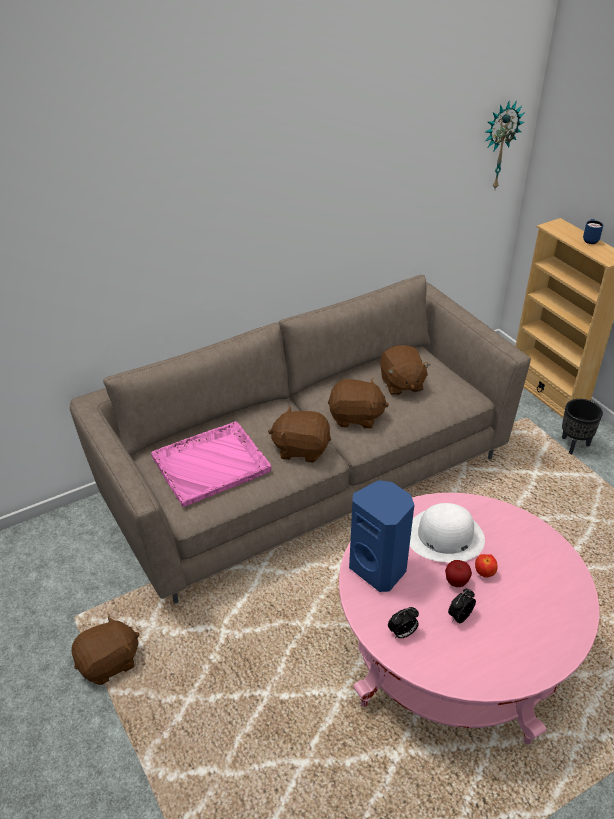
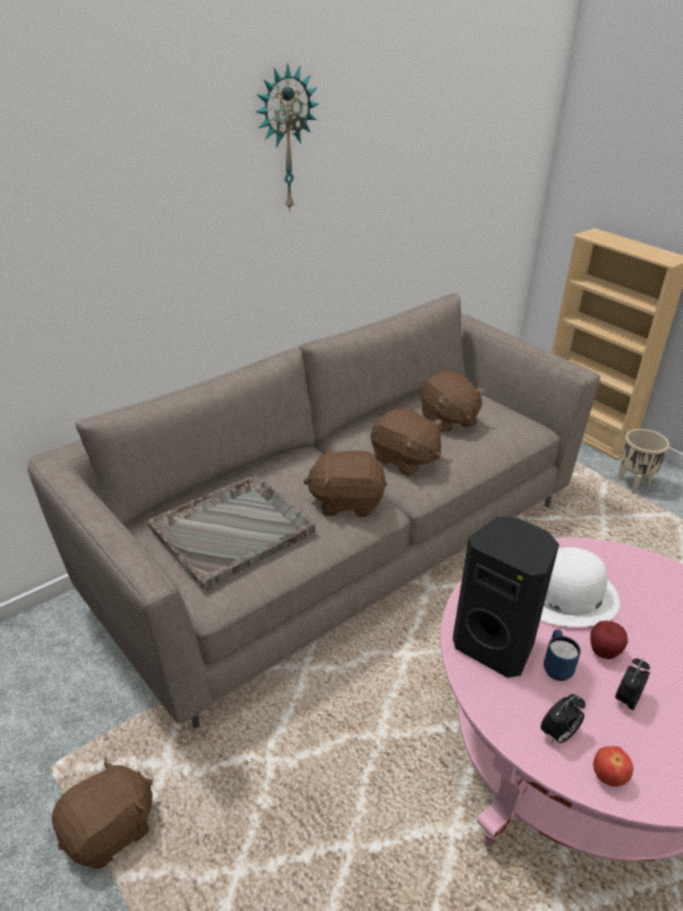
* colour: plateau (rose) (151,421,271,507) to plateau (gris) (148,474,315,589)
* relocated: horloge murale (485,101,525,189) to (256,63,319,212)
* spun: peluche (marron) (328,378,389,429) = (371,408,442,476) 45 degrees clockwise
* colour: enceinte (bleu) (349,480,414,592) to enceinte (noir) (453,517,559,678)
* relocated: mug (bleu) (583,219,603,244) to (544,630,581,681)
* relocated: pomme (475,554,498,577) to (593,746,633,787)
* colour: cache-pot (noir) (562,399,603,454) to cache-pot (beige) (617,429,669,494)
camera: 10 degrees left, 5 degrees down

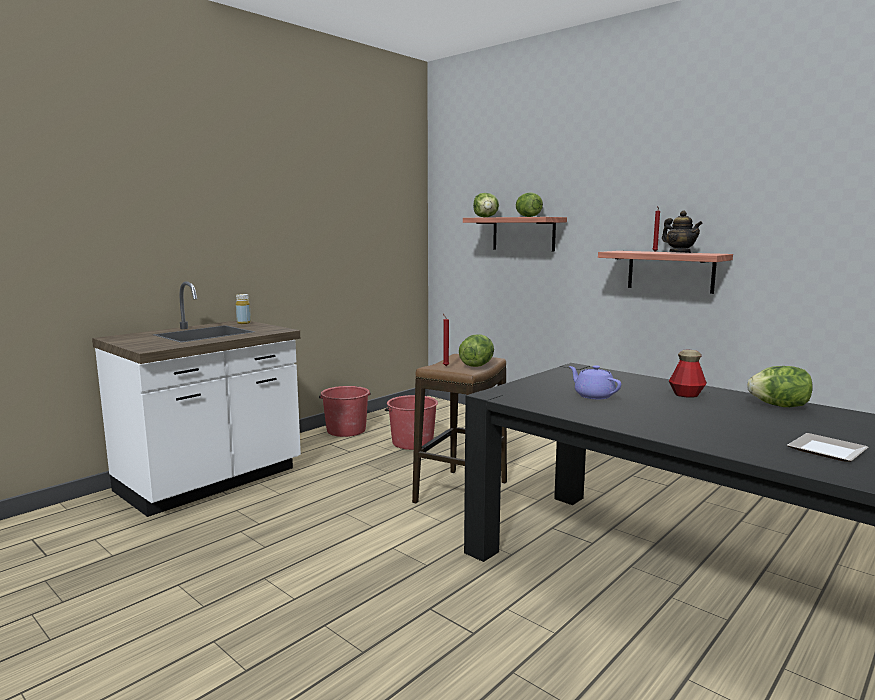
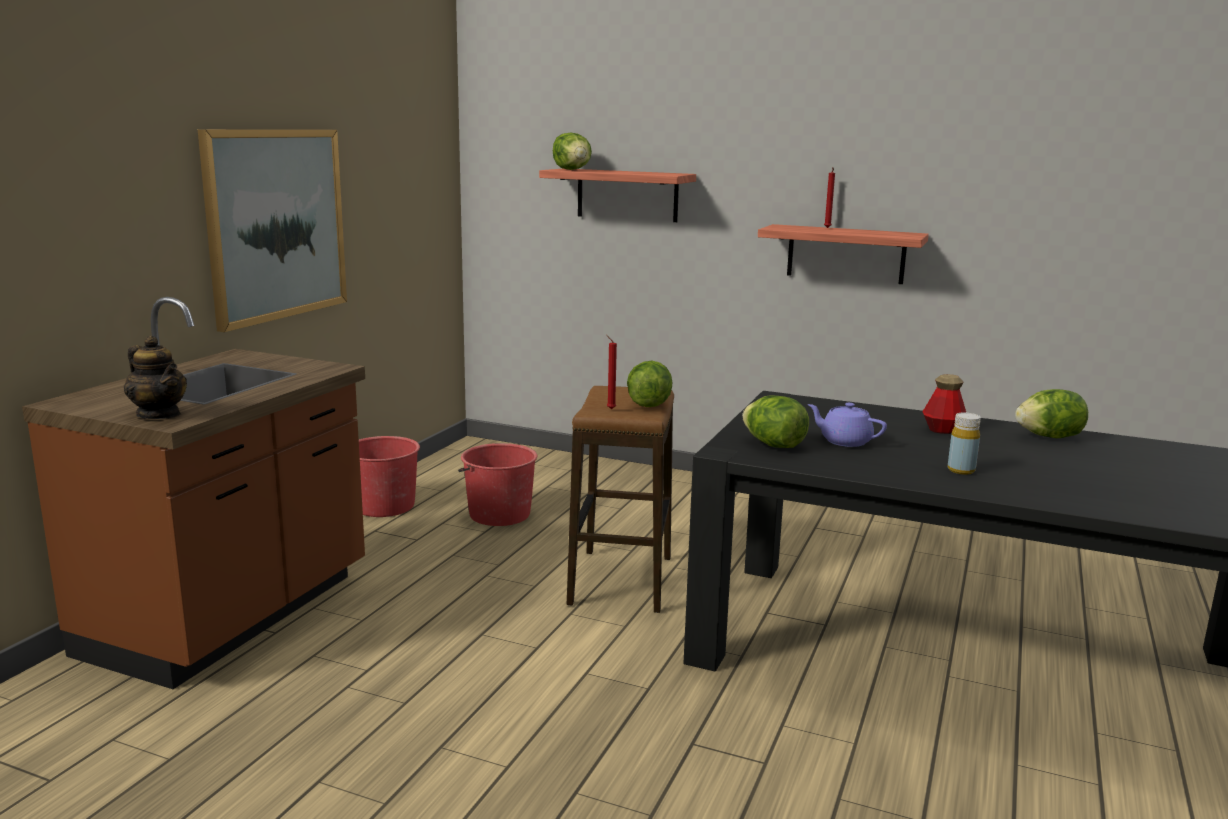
* colour: comptoir de cuisine (blanc) (92,281,301,517) to comptoir de cuisine (marron) (22,297,365,689)
* relocated: théière (662,211,703,253) to (124,336,187,419)
* appeared: tableau (198,129,347,332)
* relocated: laitue (516,192,543,217) to (742,396,809,448)
* relocated: bouteille (jaune) (236,294,251,324) to (948,412,981,475)
* missing: assiette (787,433,868,462)
camera: 20 degrees left, 5 degrees up

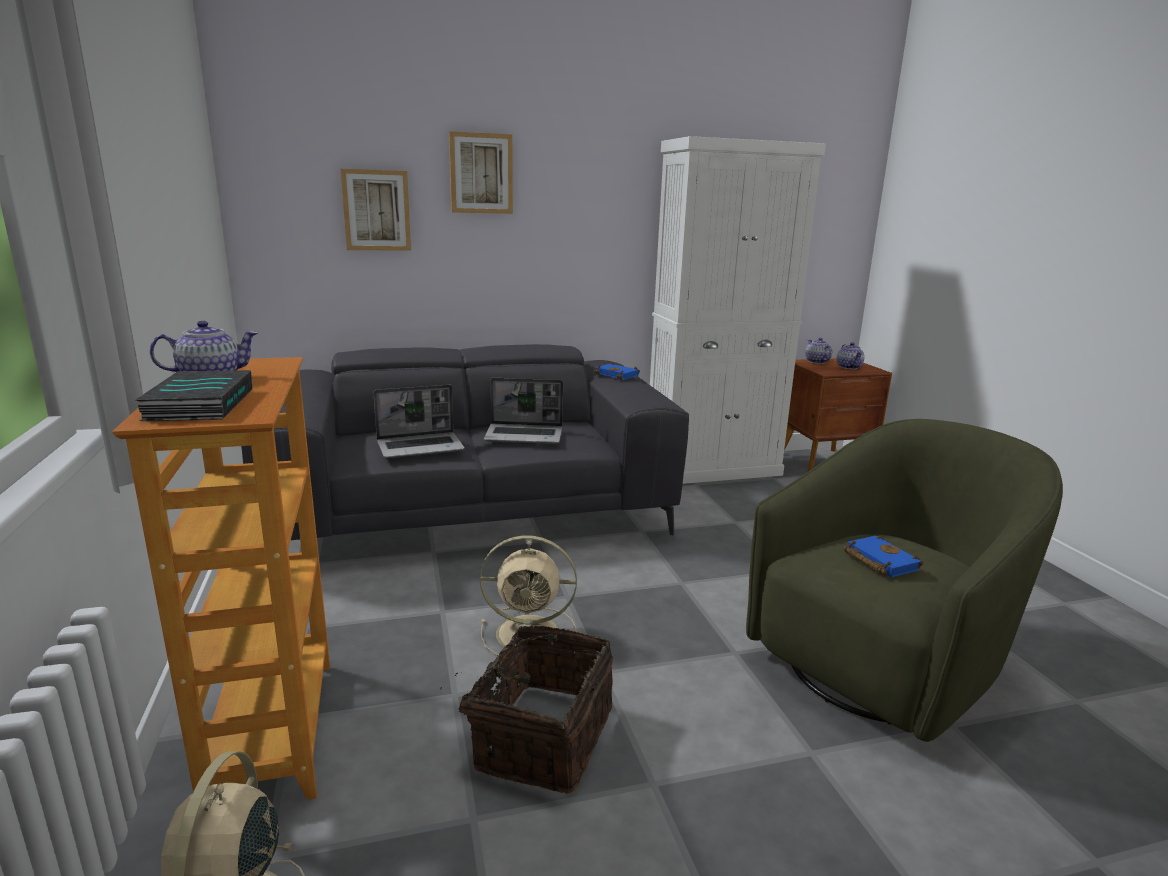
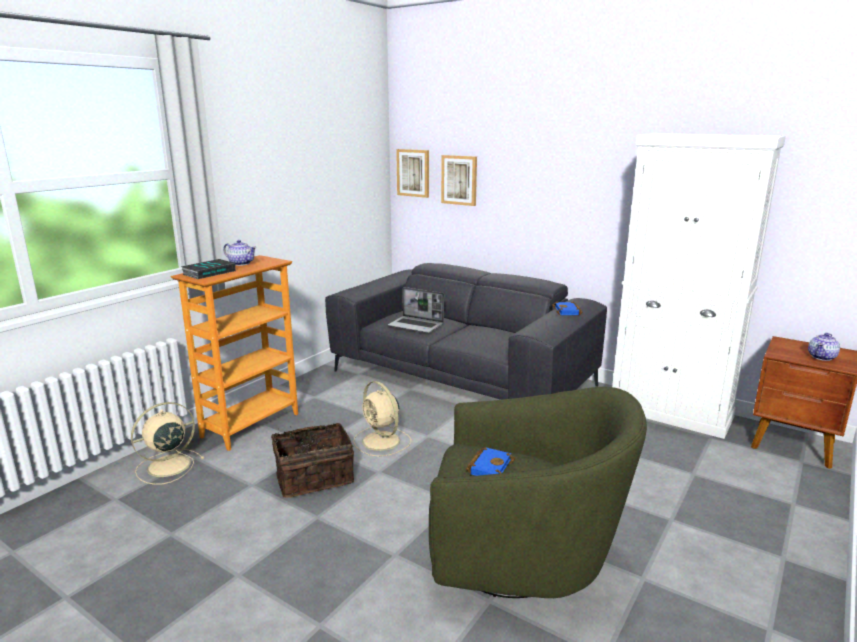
* relocated: tableau (449,131,513,214) to (396,149,429,198)
* missing: ordinateur portable (483,378,563,444)
* missing: théière (805,338,832,364)
camera: 50 degrees right, 0 degrees up

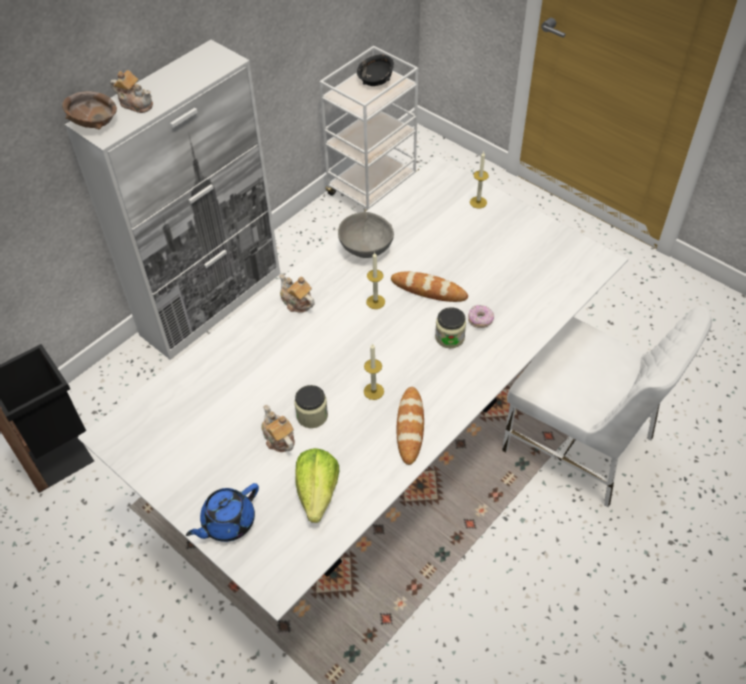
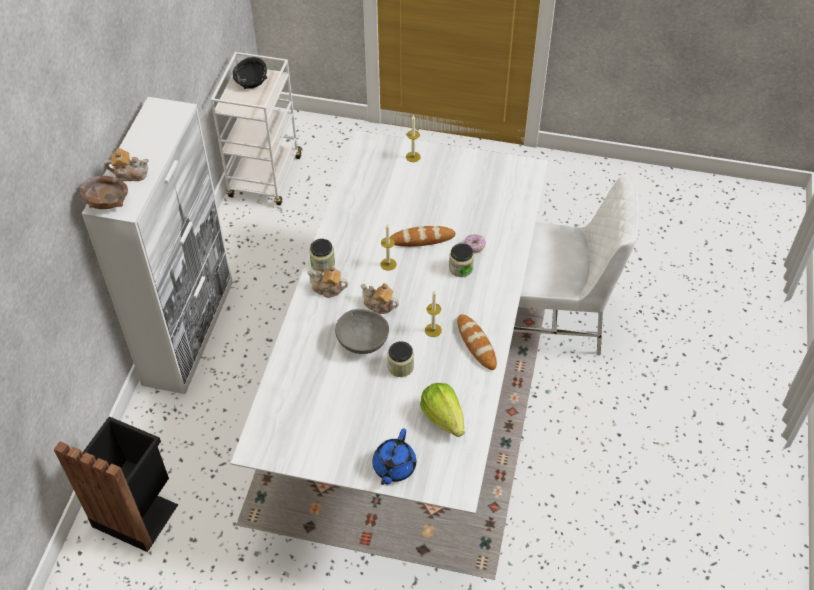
* appeared: bocal (309,239,335,272)
* relocated: bol (gris) (338,212,394,258) to (335,309,389,354)
* relocated: théière (261,404,295,452) to (361,283,399,314)
camera: 30 degrees left, 0 degrees up

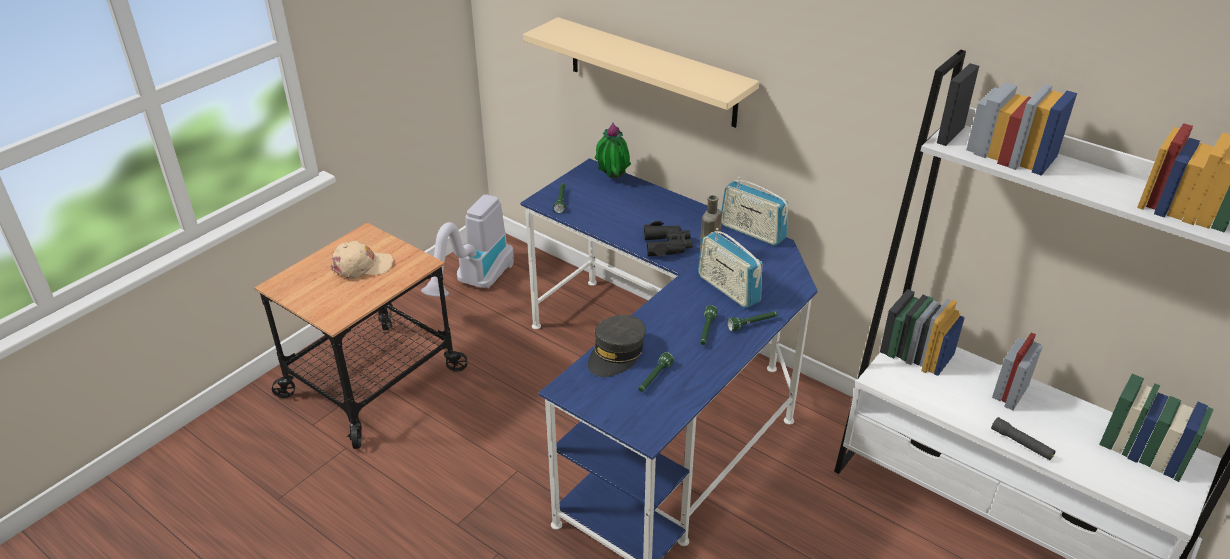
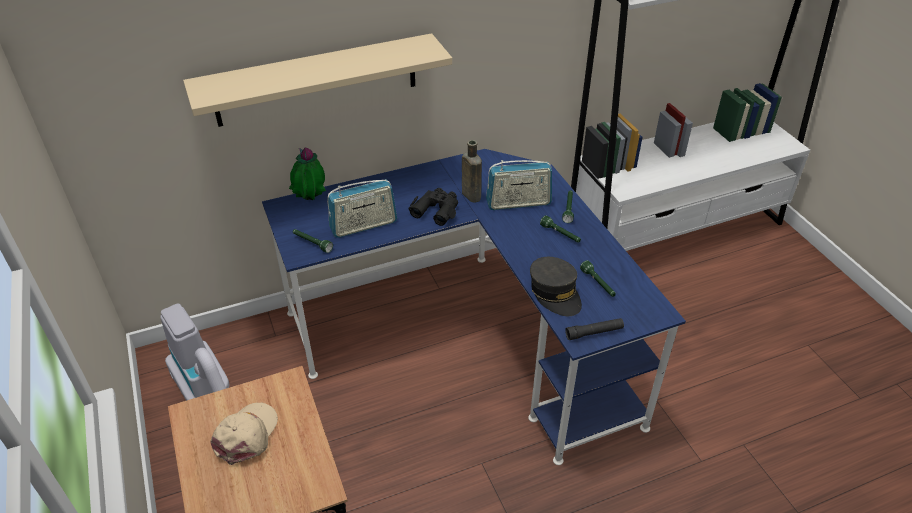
* relocated: radio (721,177,788,246) to (327,179,397,238)
* relocated: lampe de poche (noir) (991,417,1056,460) to (565,318,624,340)
camera: 60 degrees left, 5 degrees up

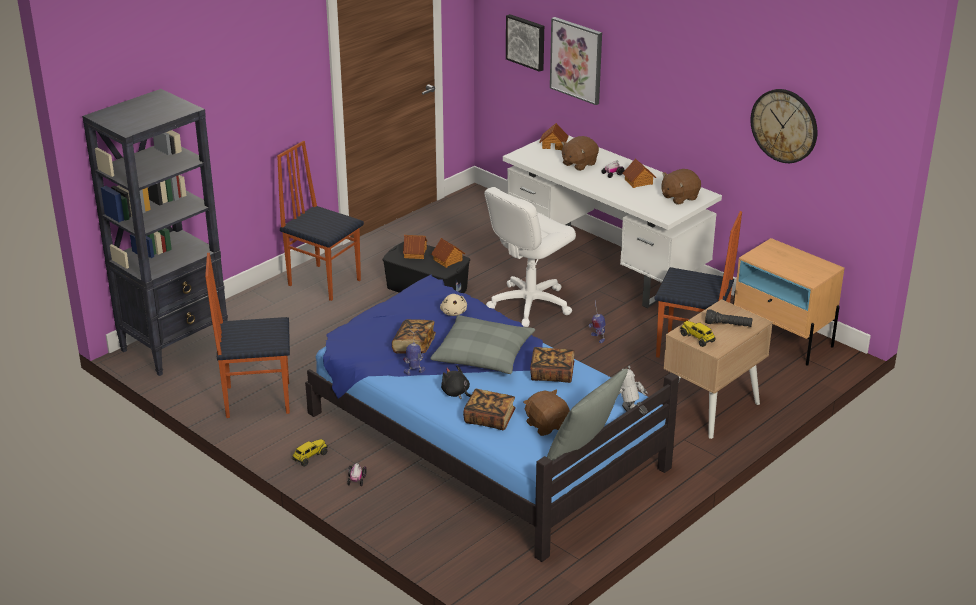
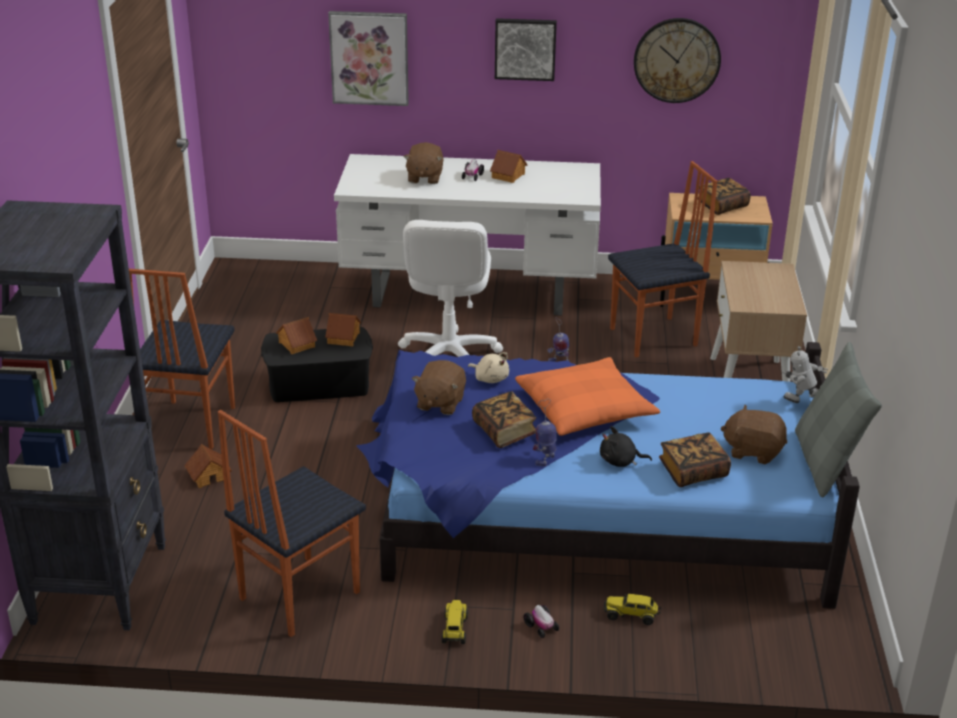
* spun: chaise (277,141,364,301) = (129,269,235,449) 75 degrees counterclockwise
* relocated: maison miniature (539,123,569,151) to (184,444,232,488)
* relocated: peluche (marron) (661,169,701,205) to (412,360,466,415)
* relocated: tableau (506,14,544,72) to (495,18,557,81)
* colour: coussin (gris) (430,315,535,374) to coussin (orange) (515,357,660,436)
* relocated: camion jouet (680,321,715,347) to (603,594,662,625)
* relocated: livre (530,347,574,383) to (697,178,751,215)
* missing: lampe de poche (noir) (705,309,752,327)
camera: 40 degrees left, 0 degrees up

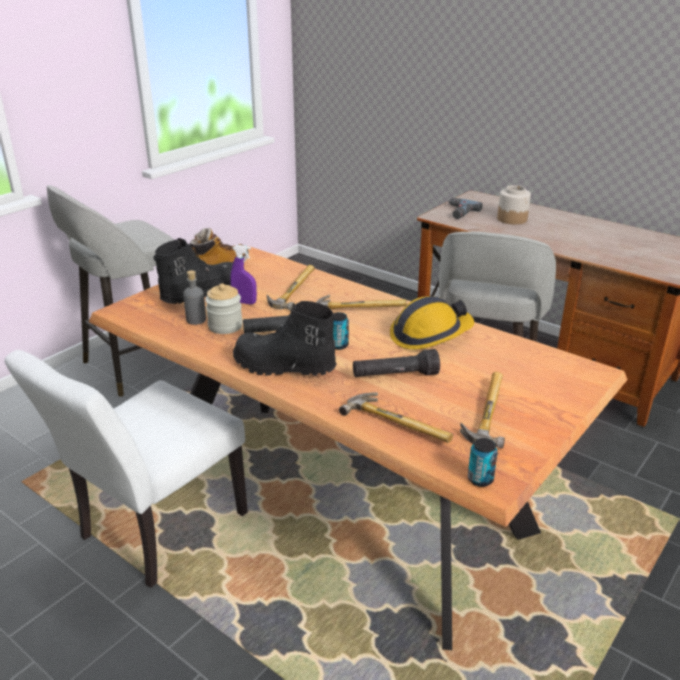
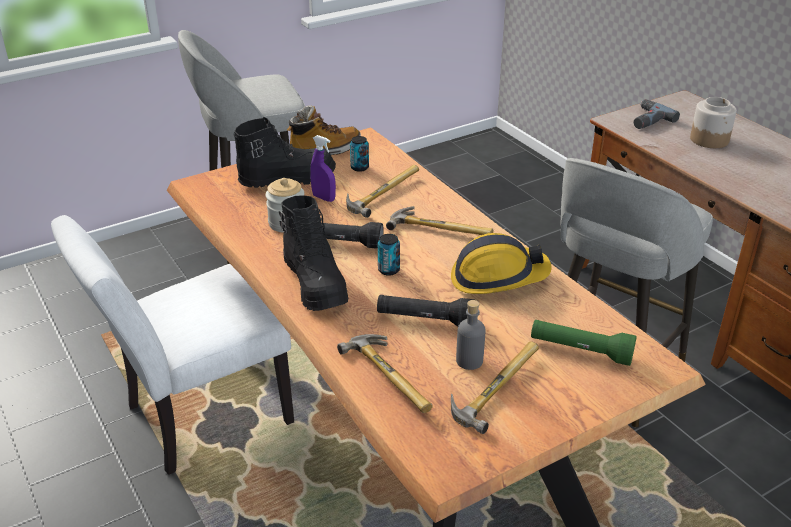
* spun: botte (noir) (233,301,337,376) = (279,195,349,311) 150 degrees counterclockwise
* relocated: boîte métallique (468,438,498,487) to (350,136,369,172)
* relocated: bouteille (gris) (183,270,206,325) to (456,300,486,370)
* appeared: lampe de poche (vert) (531,320,637,366)
camera: 20 degrees right, 5 degrees up

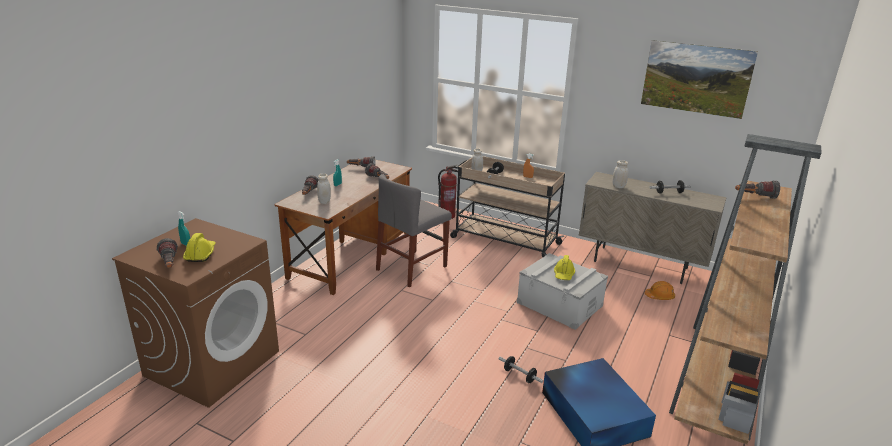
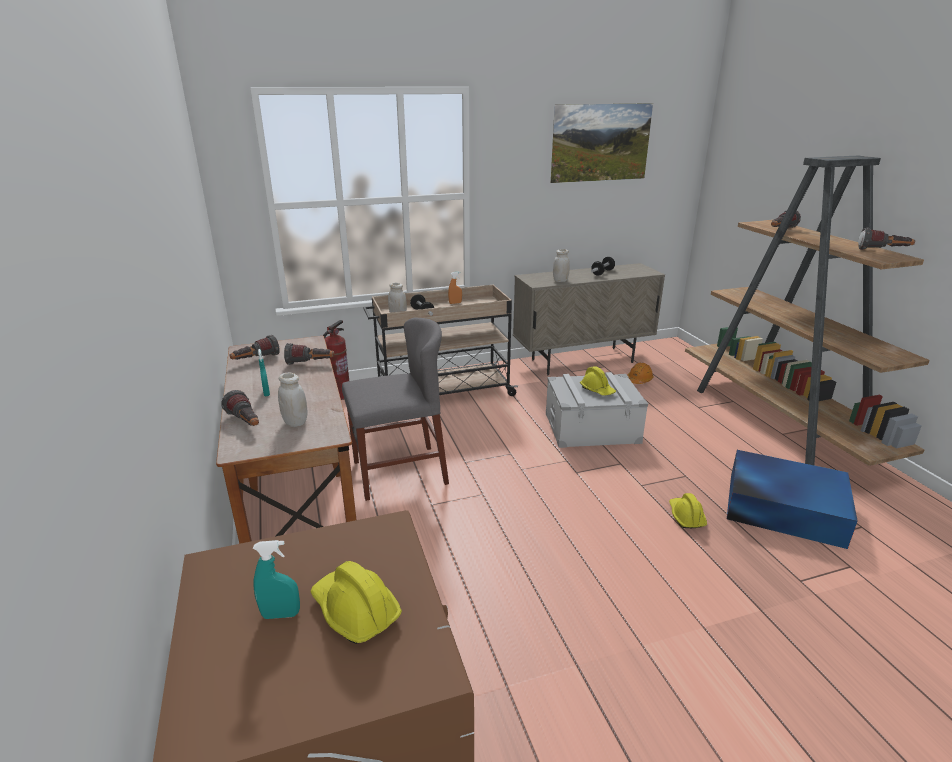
* spun: chaise (gris) (376,174,452,288) = (342,318,449,501) 105 degrees counterclockwise
* exchanged: haltère (499,356,543,383) to casque de chantier (jaune) (669,493,707,528)
* relocated: lampe de poche (156,238,178,268) to (858,228,915,250)
camera: 45 degrees left, 0 degrees up

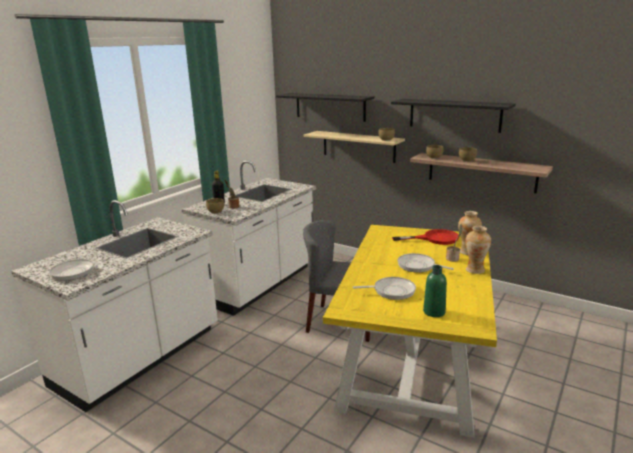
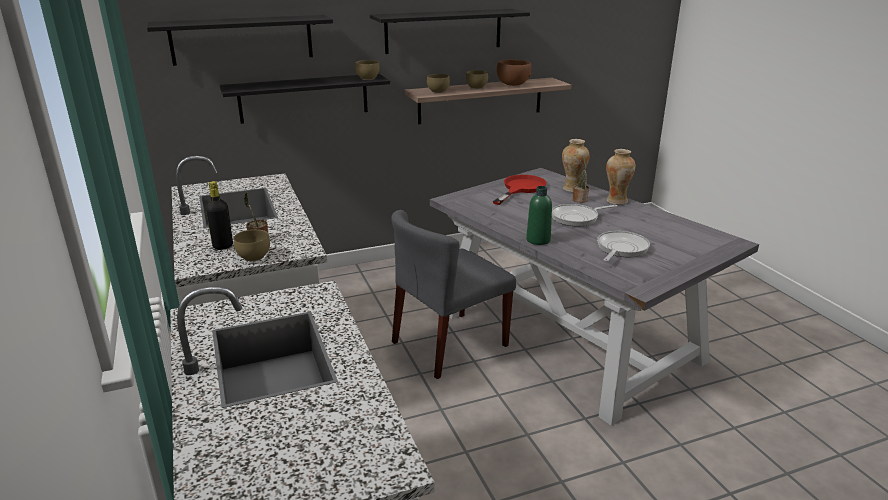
* colour: étagère (beige) (304,131,405,163) to étagère (noir) (220,73,390,124)
* colour: table à manger (jaune) (323,225,497,438) to table à manger (gris) (430,168,759,425)
* appeared: bol (marron) (497,60,531,86)
* relocated: bouteille (vert) (423,265,447,317) to (526,186,552,245)
* missing: poêle (49,252,94,281)
camera: 55 degrees left, 5 degrees up

